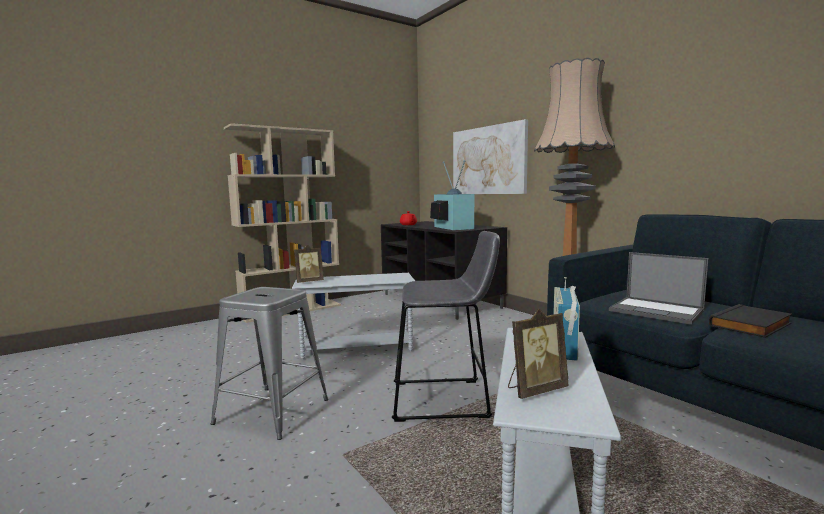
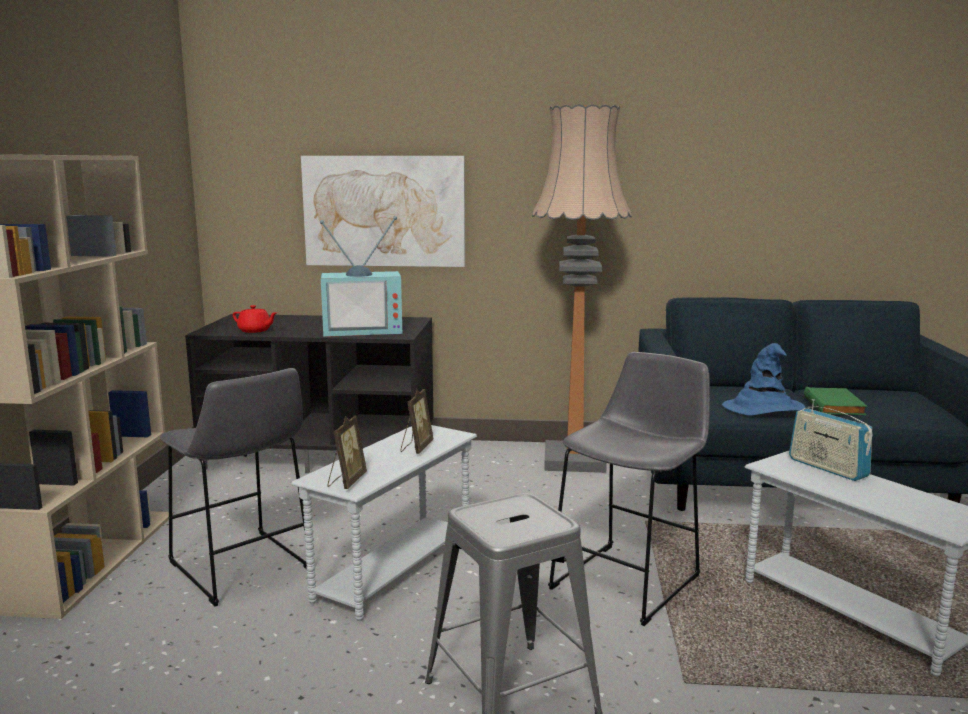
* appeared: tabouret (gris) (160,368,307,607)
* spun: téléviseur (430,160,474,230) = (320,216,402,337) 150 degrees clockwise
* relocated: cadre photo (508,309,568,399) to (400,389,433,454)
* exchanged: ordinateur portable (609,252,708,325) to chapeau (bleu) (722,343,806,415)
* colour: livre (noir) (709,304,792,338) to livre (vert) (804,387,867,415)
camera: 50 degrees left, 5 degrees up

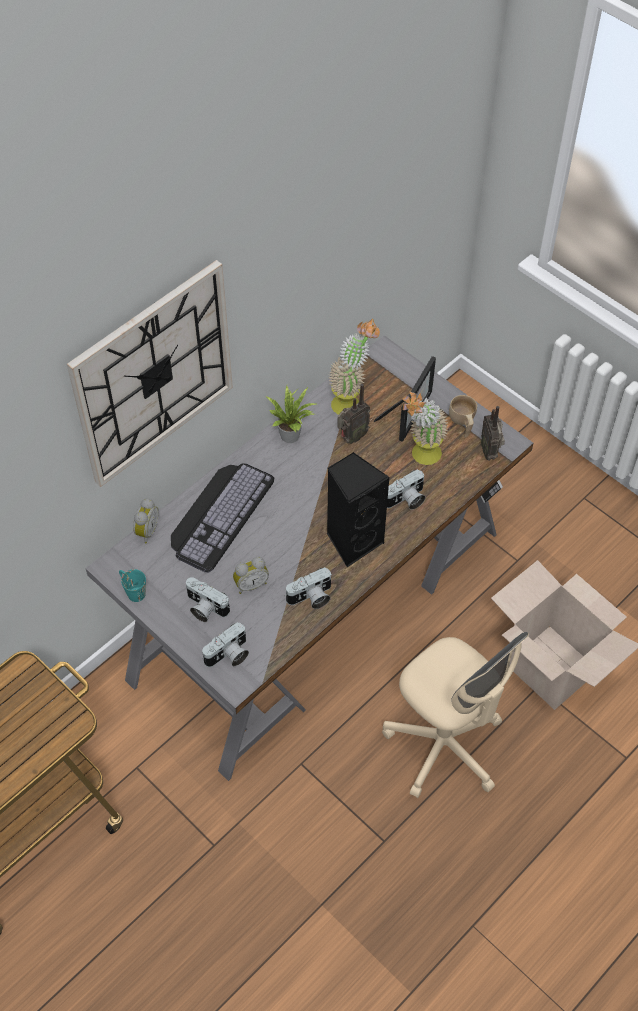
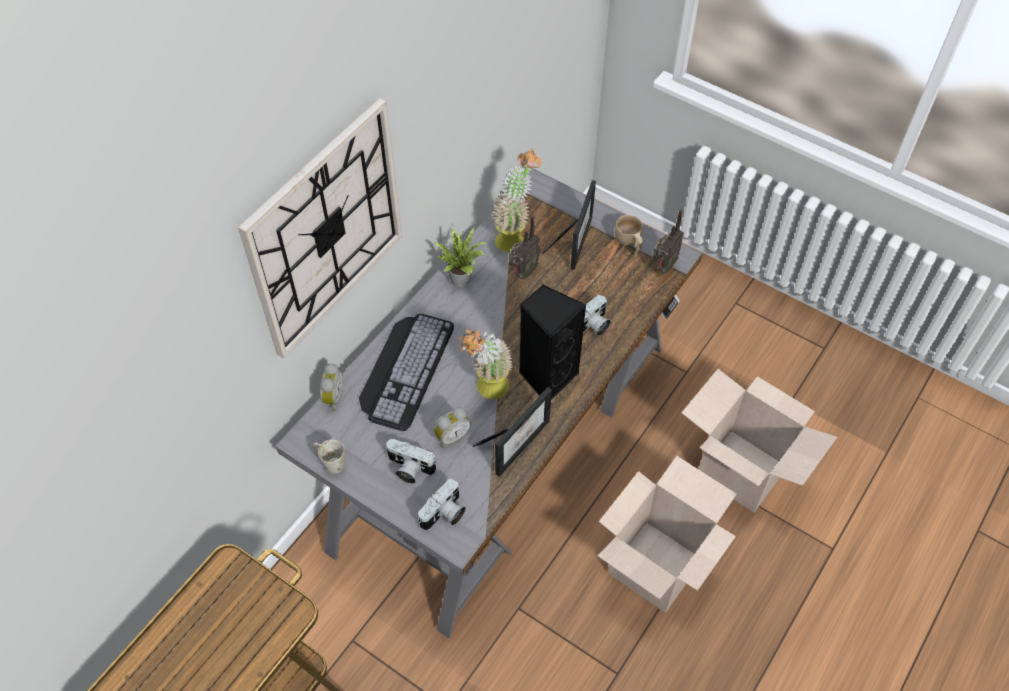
* colour: mug (turquoise) (119,569,146,602) to mug (blanc) (313,440,344,474)
* relocated: plante en pot (402,392,448,465) to (459,329,513,399)
* exchanged: appareil photo (285,567,332,609) to cadre photo (473,387,552,477)
* exchanged: chaise de bureau (beige) (382,632,529,798) to carton (598,456,737,613)
* spun: radio (481,406,505,461) = (652,210,684,274) 120 degrees counterclockwise
camera: 10 degrees left, 0 degrees up

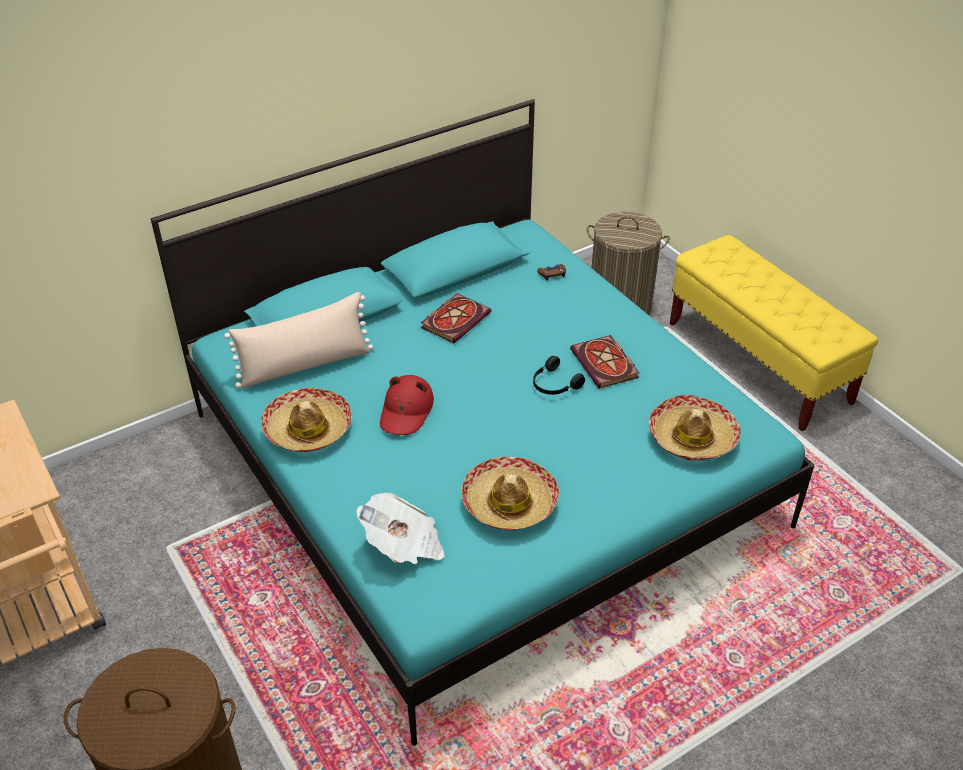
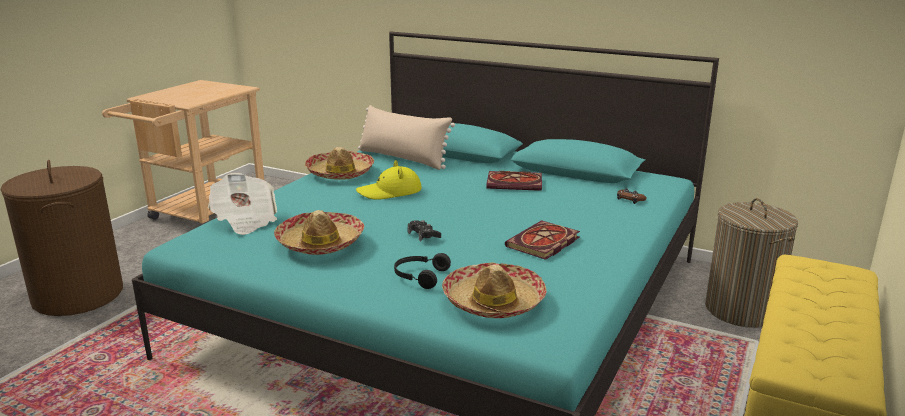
* colour: chapeau (rouge) (380,375,434,435) to chapeau (jaune) (356,160,422,200)
* relocated: casque audio (noir) (533,356,585,395) to (394,253,451,289)
* appeared: manette (noir) (407,220,441,241)
camera: 60 degrees right, 20 degrees down

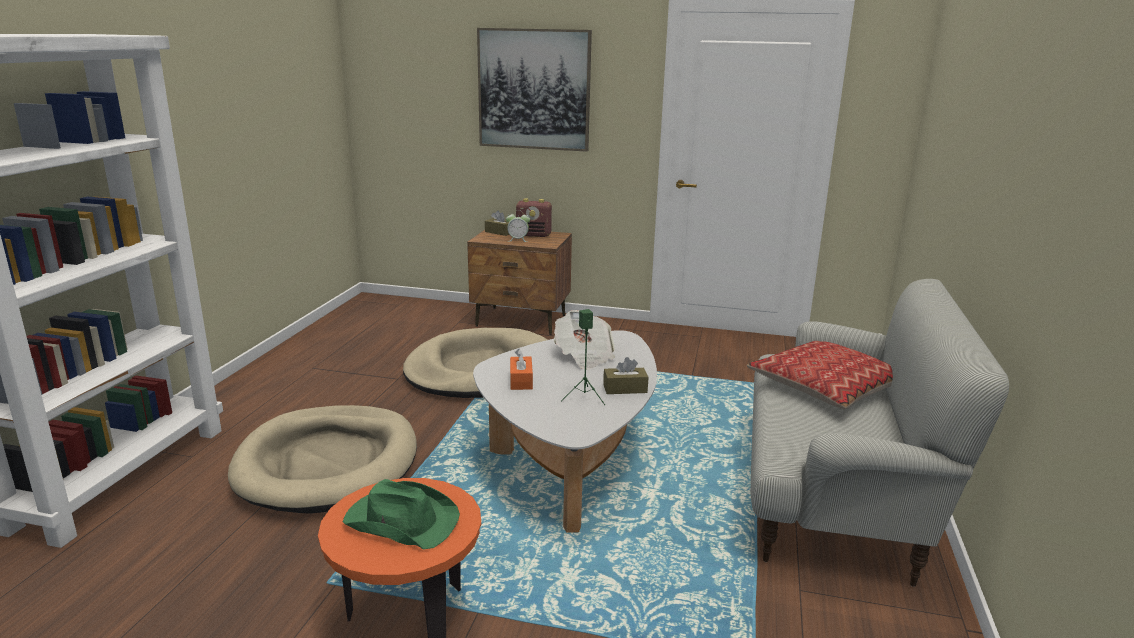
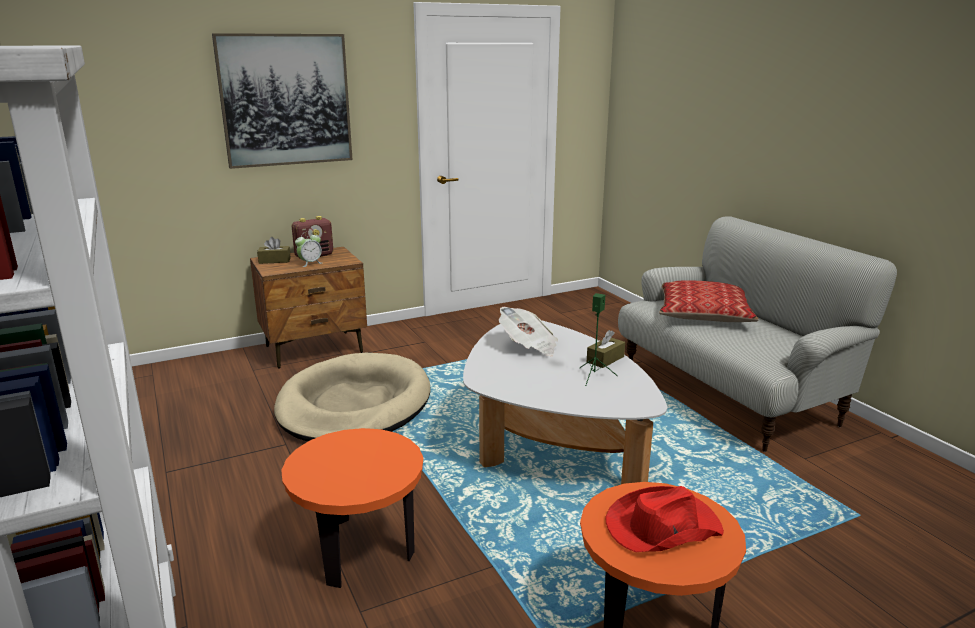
* exchanged: panier pour chien (beige) (228,405,417,514) to table d'appoint (orange) (281,428,423,588)
* colour: chapeau (vert) (342,479,460,550) to chapeau (rouge) (606,486,724,552)
* missing: boîte à mouchoirs (orange) (510,349,533,390)
camera: 40 degrees left, 0 degrees up

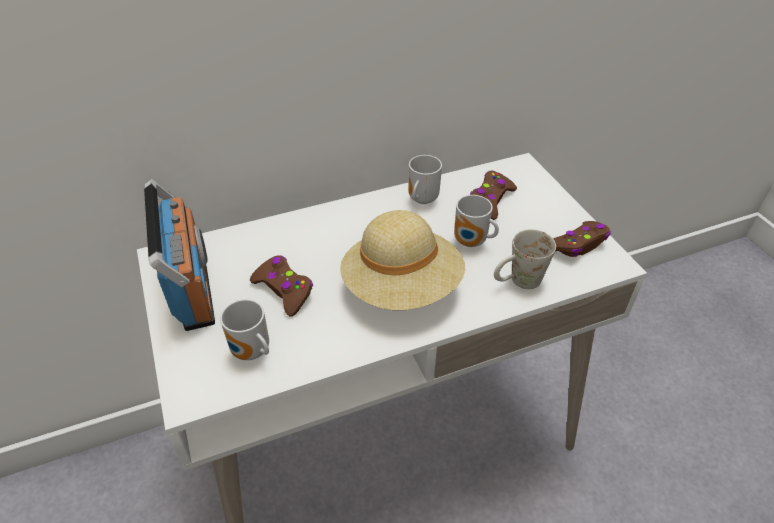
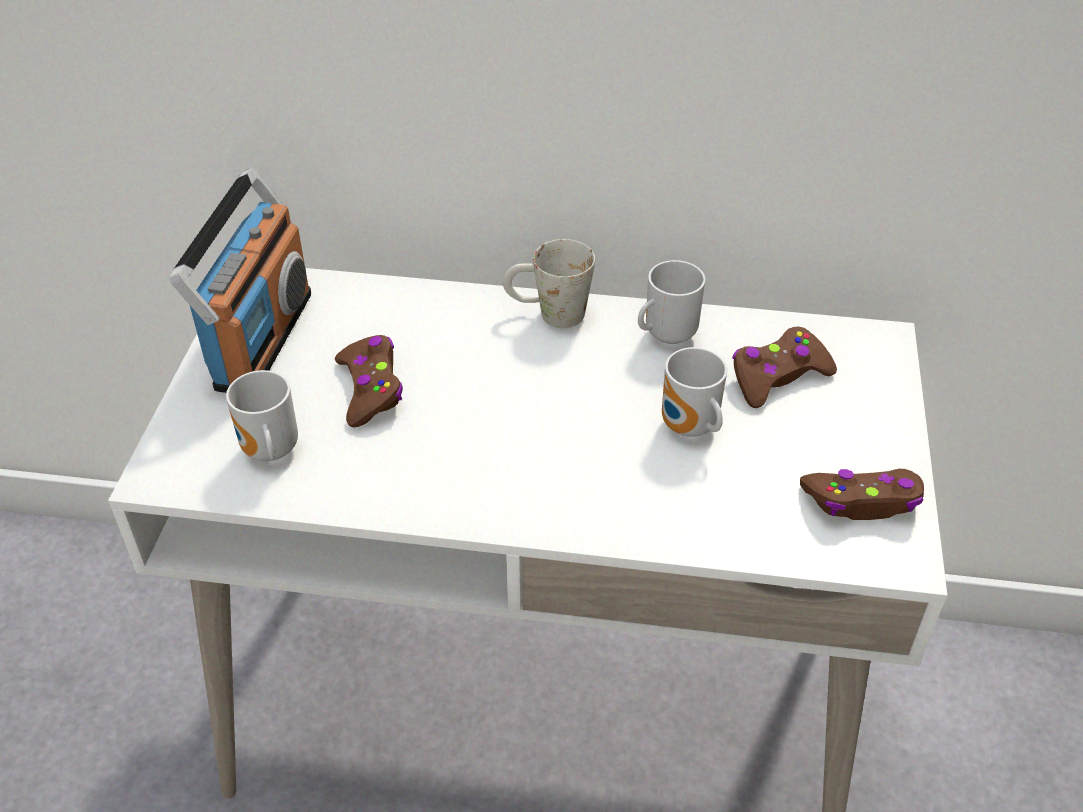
* relocated: mug (blanc) (494,229,556,289) to (503,239,595,328)
* missing: chapeau (beige) (340,210,465,310)
camera: 30 degrees right, 0 degrees up

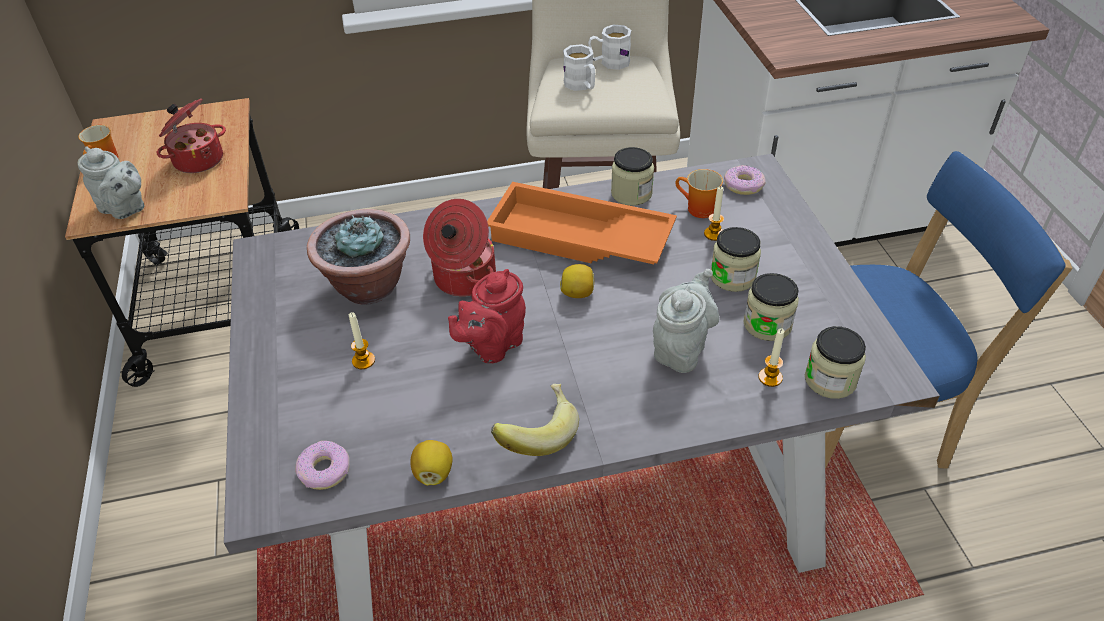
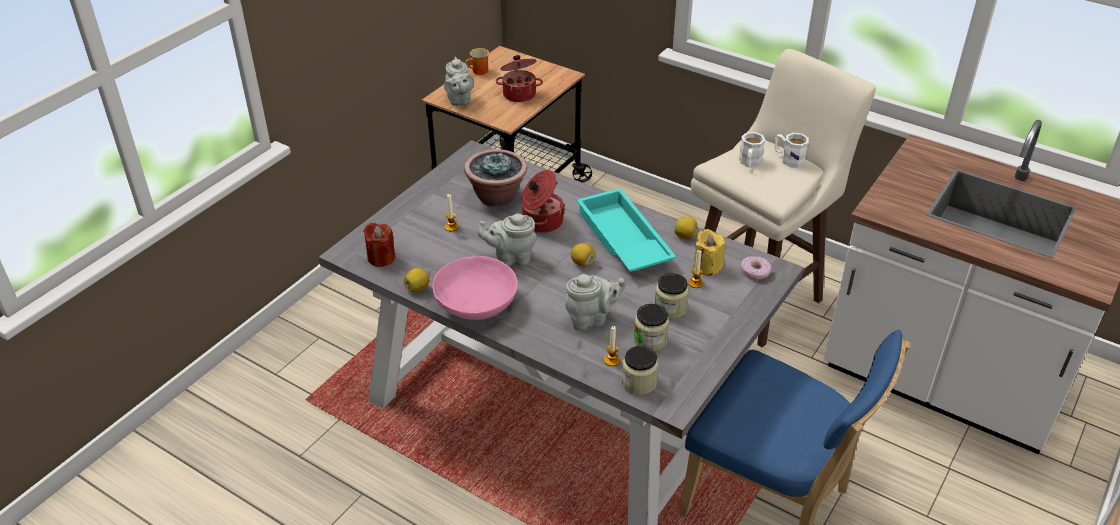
* exchanged: beignet (295,441,349,490) to bougie (rouge) (363,223,395,267)
* exchanged: banane (491,384,579,456) to bol (rose) (432,256,518,320)
* colour: théière (rouge) (448,269,526,363) to théière (gris) (477,214,537,266)
* colour: plateau (orange) (487,182,677,264) to plateau (turquoise) (577,188,676,272)
* exchanged: bocal (611,147,654,206) to citron (674,217,698,239)
* exchanged: mug (675,169,723,218) to bougie (jaune) (694,229,725,276)
camera: 45 degrees right, 5 degrees down

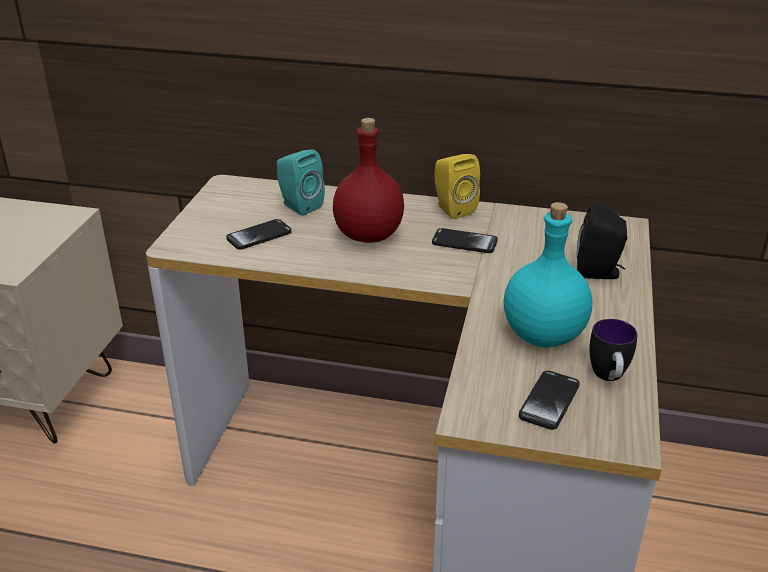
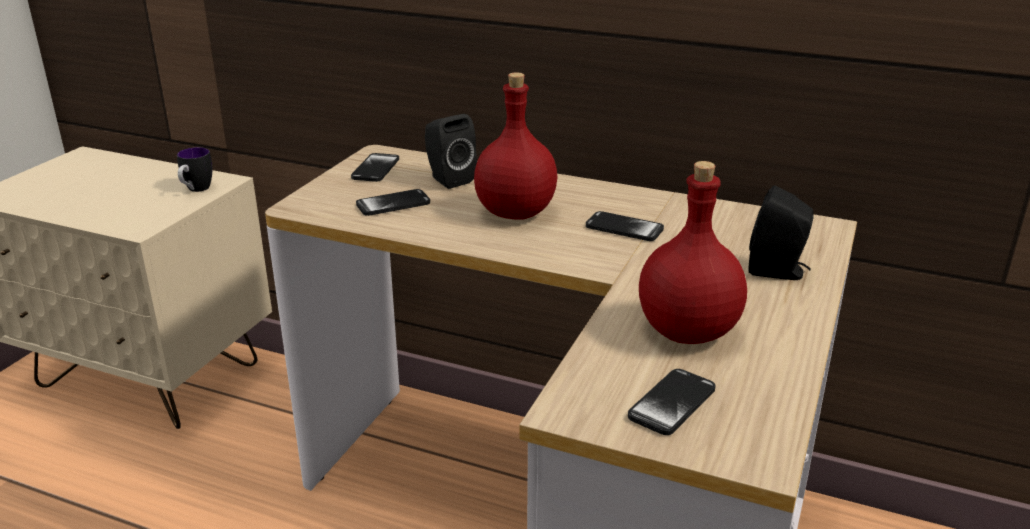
* relocated: mug (589,319,638,381) to (177,147,212,192)
* appeared: téléphone (351,153,399,182)
* colour: enceinte (turquoise) (277,149,325,216) to enceinte (noir) (425,114,477,189)
* colour: bouteille (turquoise) (504,202,592,348) to bouteille (rouge) (639,161,747,344)
* missing: enceinte (jaune) (435,154,480,219)
camera: 10 degrees right, 5 degrees down

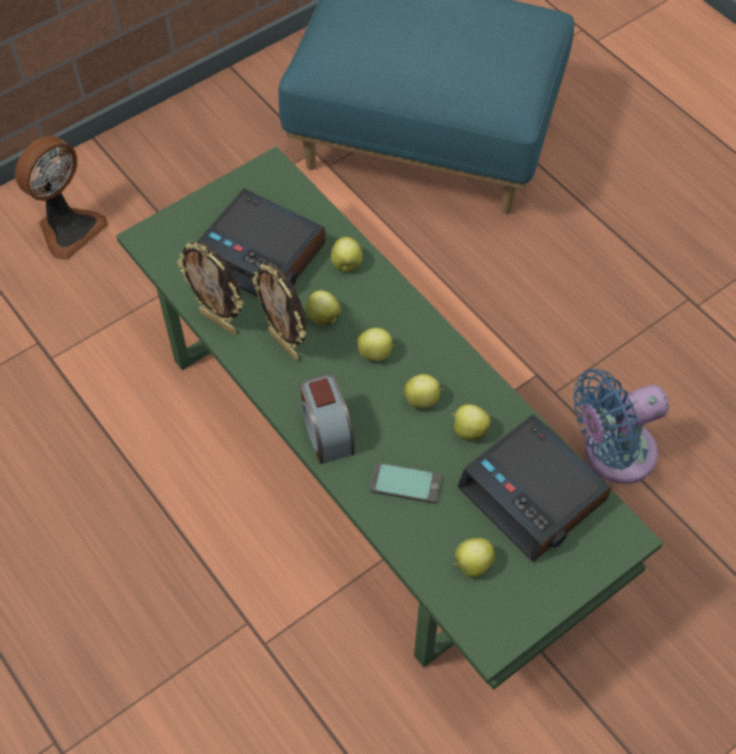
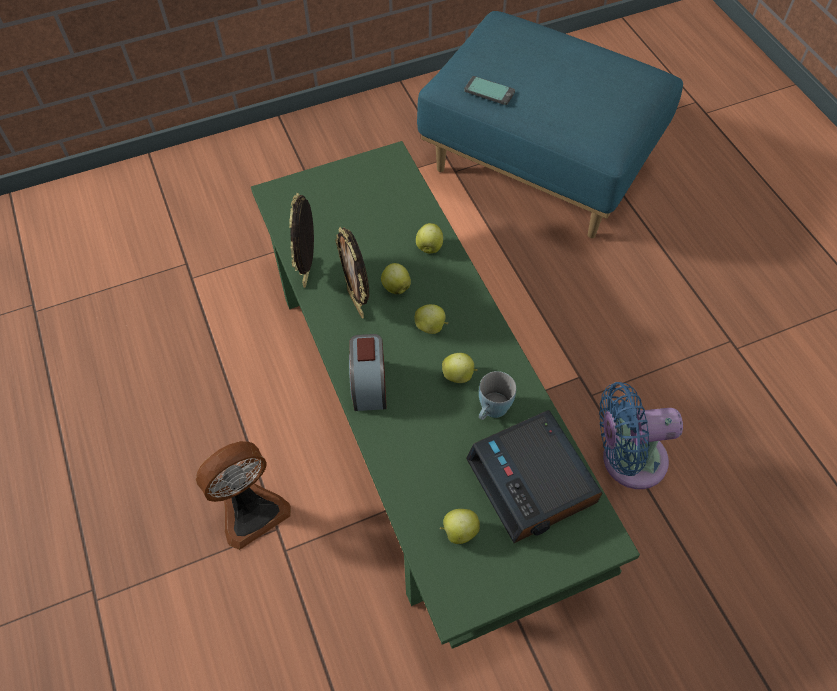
* relocated: ventilateur (15,135,108,260) to (196,441,291,550)
* spun: cadre photo (176,242,244,334) = (289,193,314,288) 45 degrees clockwise
* relocated: téléphone (370,462,442,504) to (464,76,515,105)
* exchanged: pomme (452,404,491,440) to mug (bleu) (479,371,516,420)
* missing: réveil (197,189,325,297)
camera: 15 degrees right, 0 degrees up

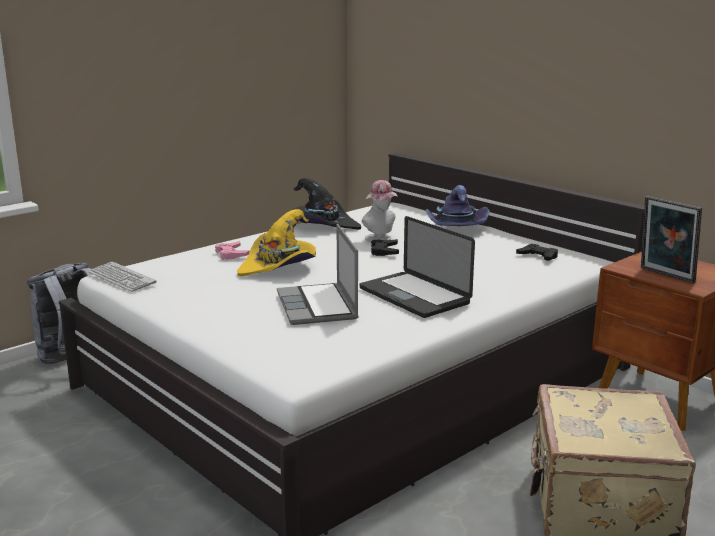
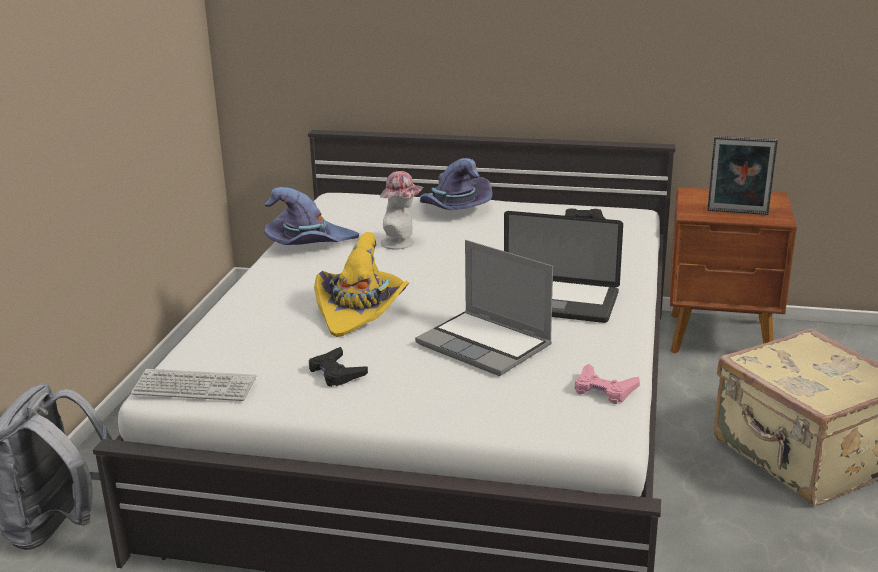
* colour: chapeau (noir) (292,178,361,230) to chapeau (violet) (265,187,359,245)
* relocated: manette (noir) (371,239,399,256) to (309,347,368,387)
* relocated: manette (rose) (215,241,249,260) to (575,364,640,404)
camera: 35 degrees left, 5 degrees up

